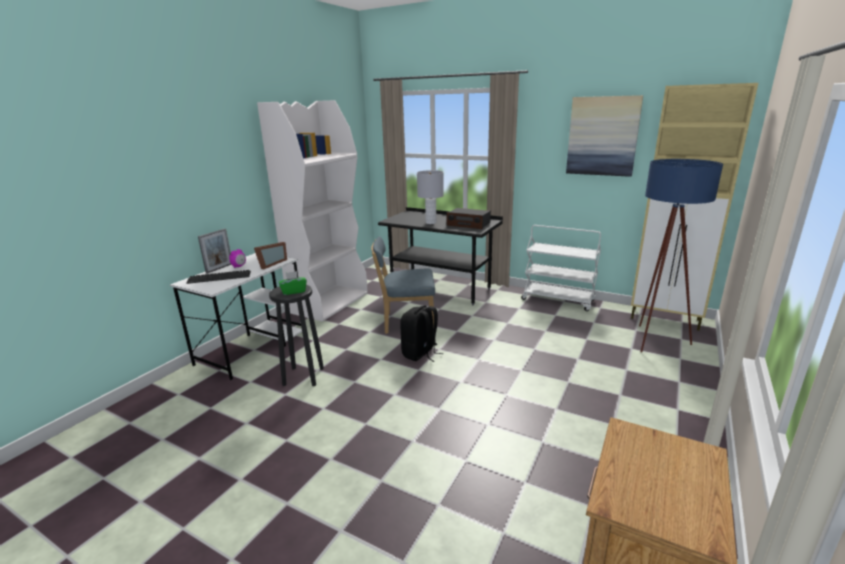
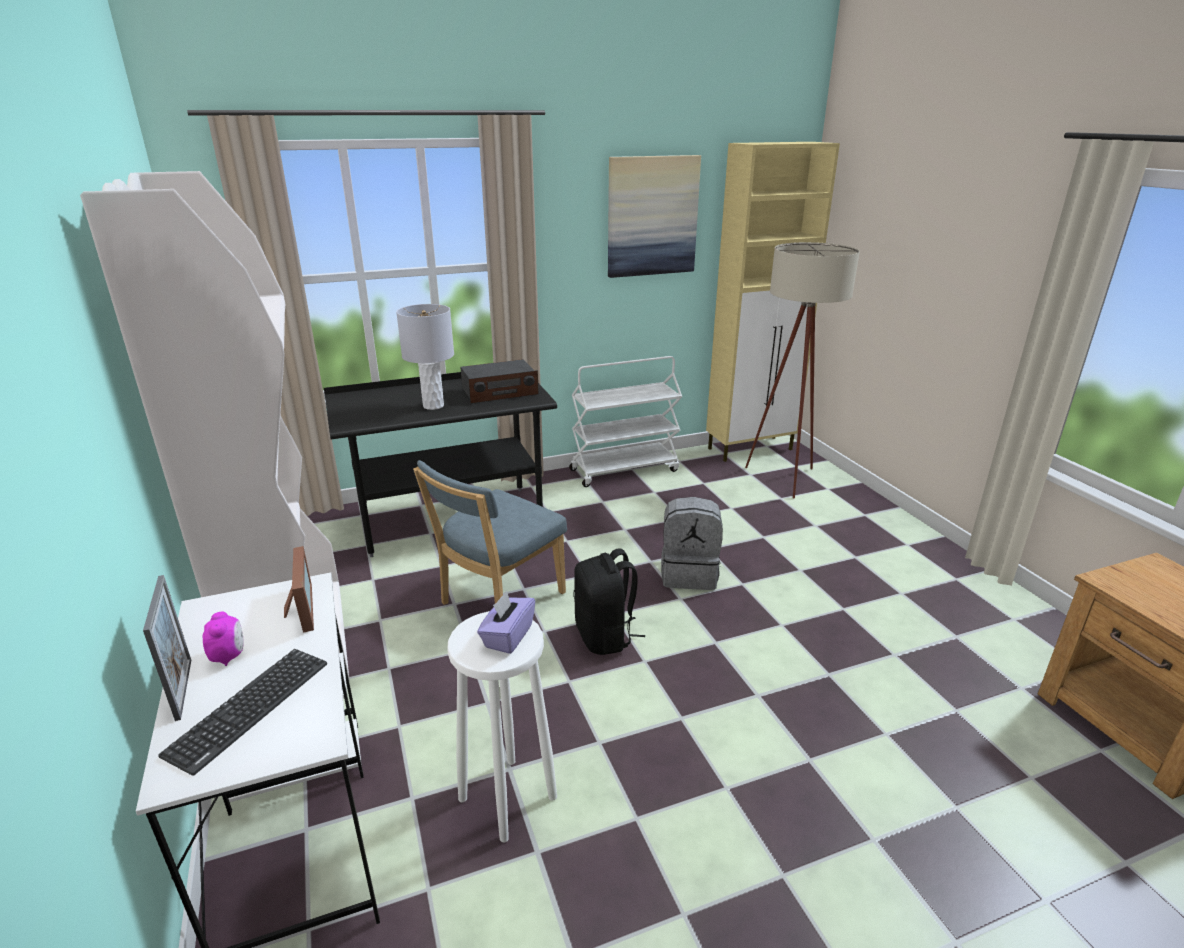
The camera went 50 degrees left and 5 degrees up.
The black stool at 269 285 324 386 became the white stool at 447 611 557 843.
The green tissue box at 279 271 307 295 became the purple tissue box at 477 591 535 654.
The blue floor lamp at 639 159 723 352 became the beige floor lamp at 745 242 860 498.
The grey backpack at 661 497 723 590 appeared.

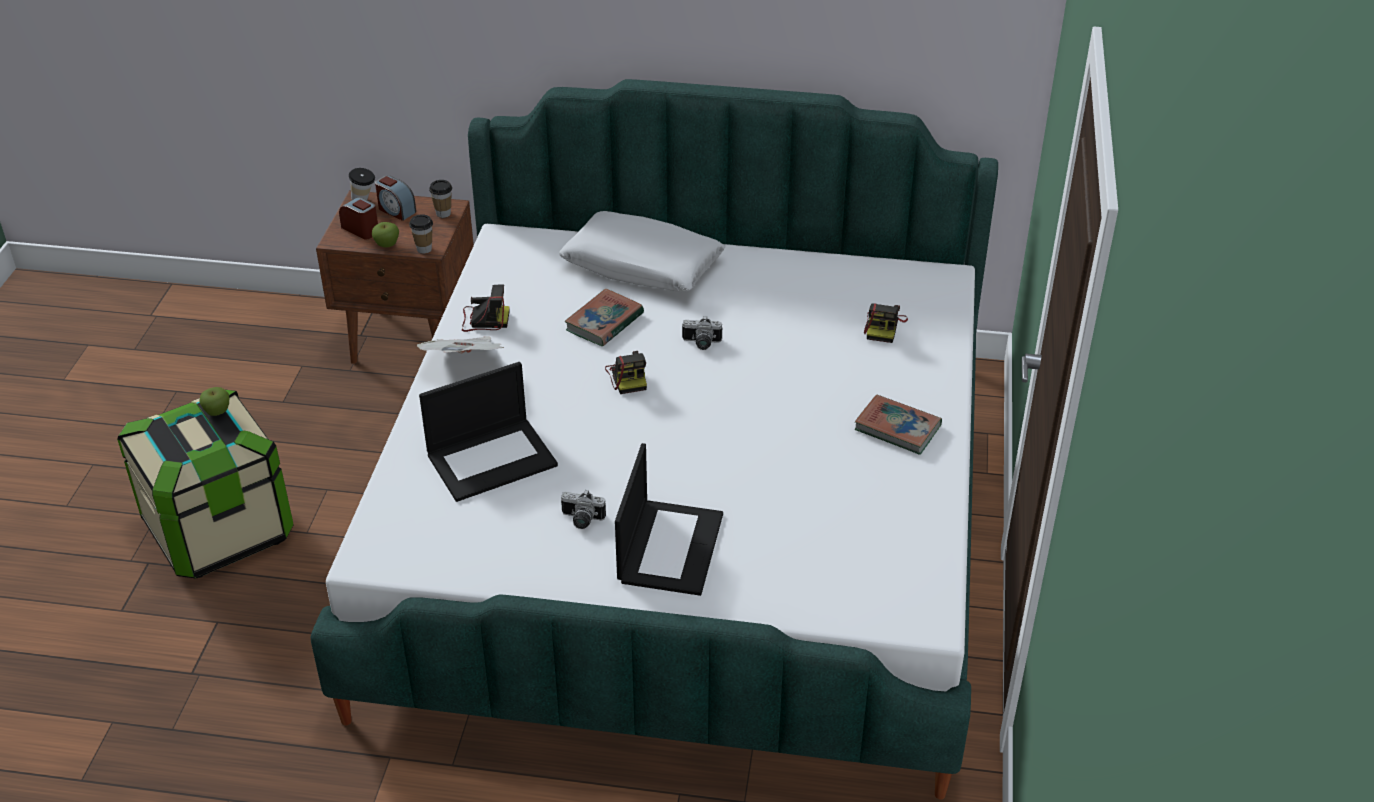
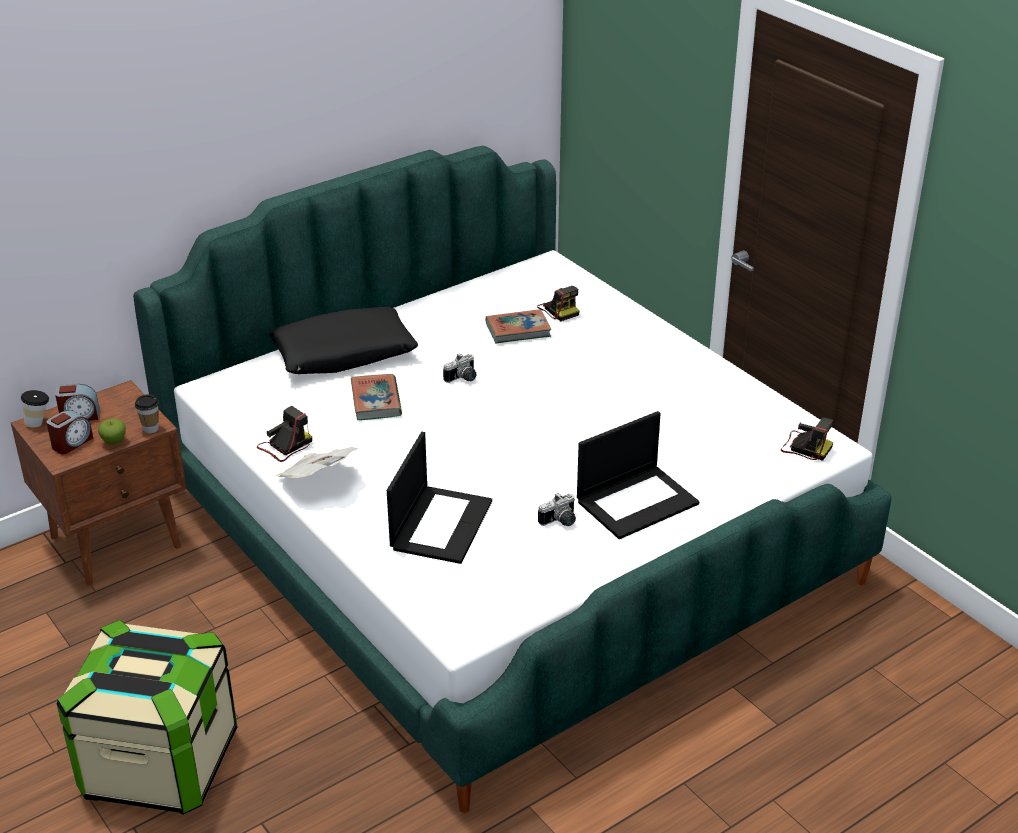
The camera went 45 degrees left and 5 degrees down.
The apple at 199 387 229 416 disappeared.
The alarm clock at 339 197 378 239 turned 135 degrees clockwise.
The cup at 429 180 452 218 disappeared.
The white pillow at 559 211 725 292 became the black pillow at 269 307 418 374.
The photo camera moved from 605 351 647 394 to 781 417 833 461.
The laptop at 615 443 723 596 turned 90 degrees clockwise.
The book moved from 855 394 942 455 to 486 309 551 343.

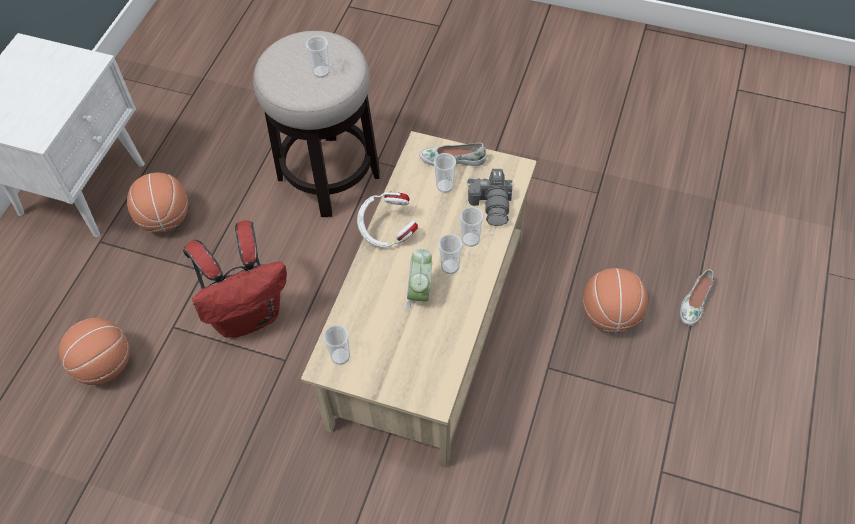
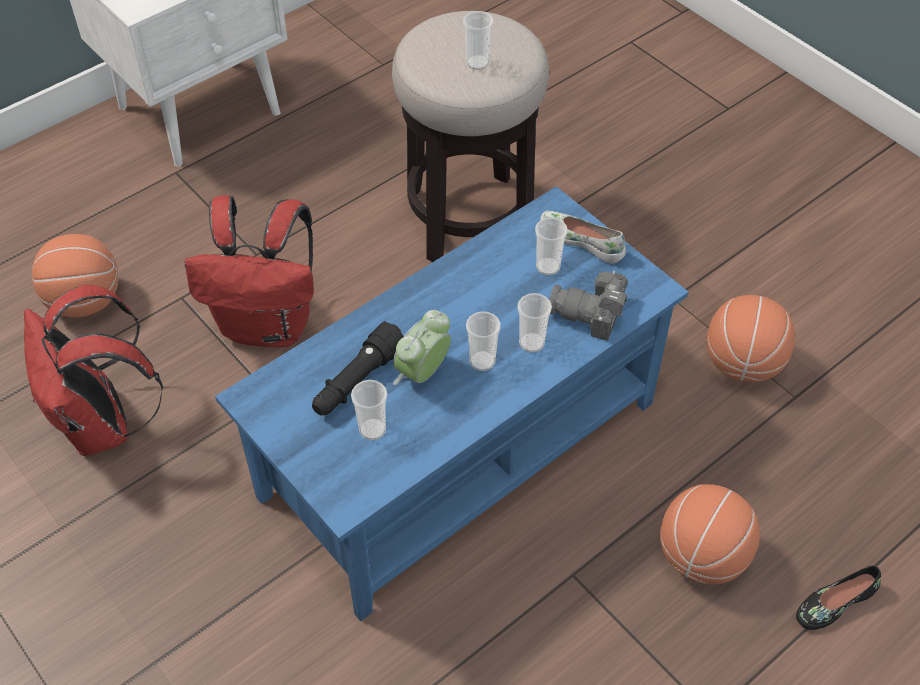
The camera went 30 degrees right and 5 degrees down.
The basketball moved from 127 173 188 232 to 707 295 795 382.
The beige coffee table at 301 131 537 468 became the blue coffee table at 215 186 688 621.
The cup moved from 323 325 350 365 to 351 380 387 441.
The white headphones at 357 192 418 247 disappeared.
The photo camera at 468 169 514 226 turned 75 degrees clockwise.
The white shoe at 680 270 714 326 became the black shoe at 796 565 881 630.
The red backpack at 24 284 163 456 appeared.
The black flashlight at 312 321 404 415 appeared.

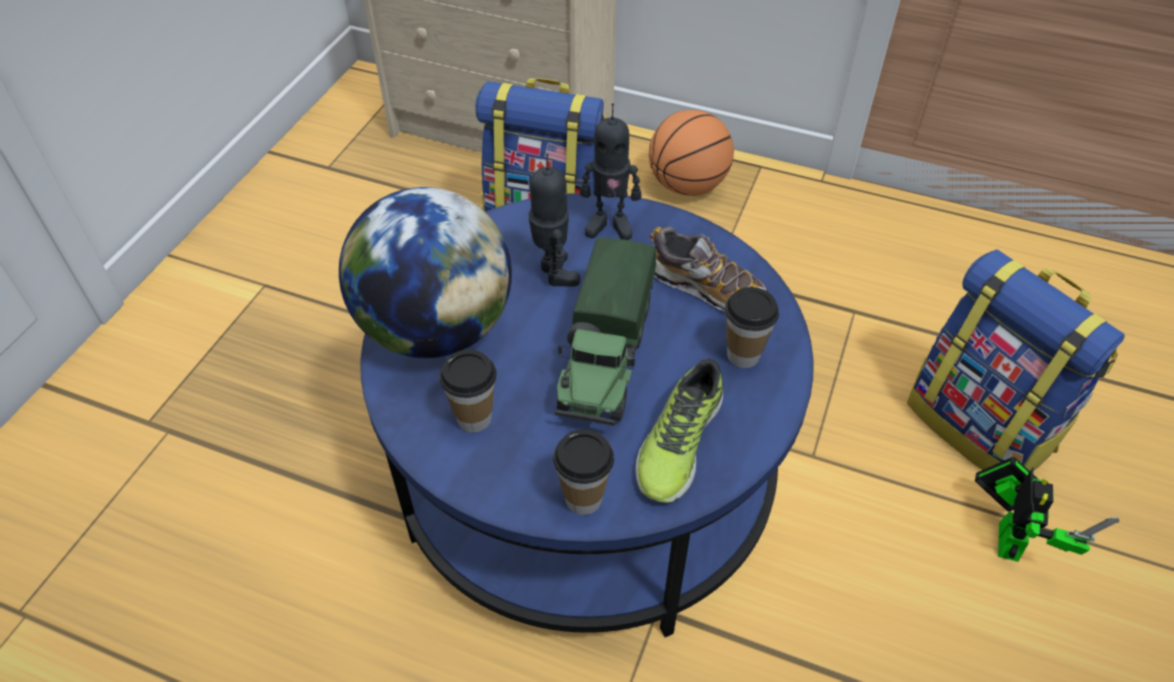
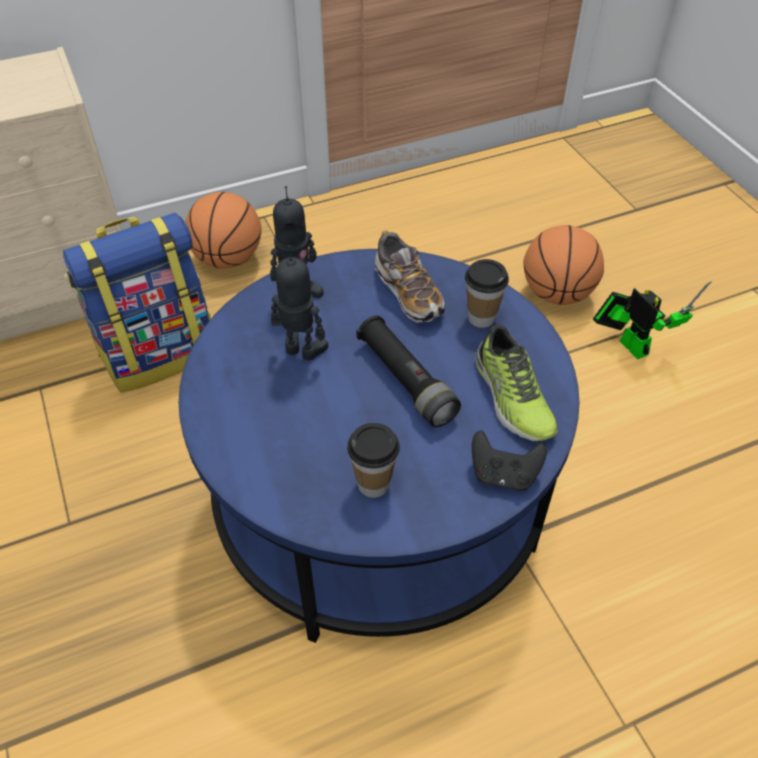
The camera went 45 degrees left and 0 degrees up.
The globe at 339 187 512 358 disappeared.
The cup at 553 429 614 515 was replaced by the black game controller at 472 430 547 491.
The toy truck at 555 237 656 426 was replaced by the black flashlight at 356 315 461 427.
The shoe at 650 227 768 312 turned 75 degrees clockwise.
The backpack at 907 250 1125 471 was replaced by the basketball at 524 225 604 305.

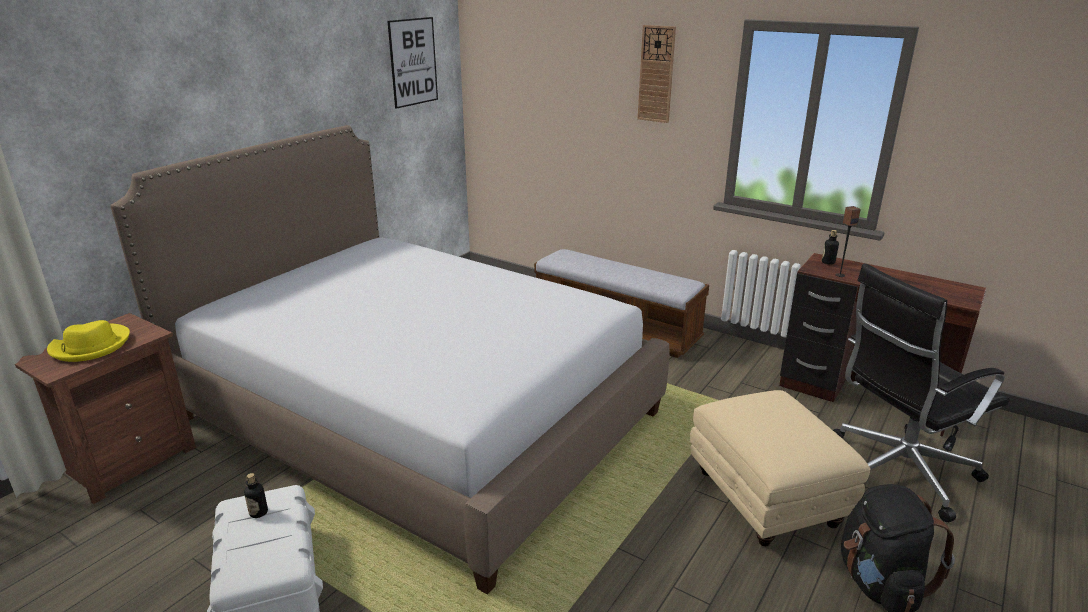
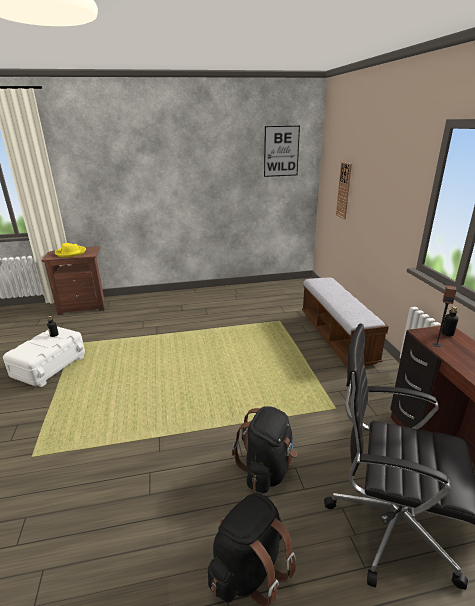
The camera went 45 degrees right and 0 degrees up.
The bed at 110 125 670 595 disappeared.
The wall clock moved from 638 25 676 123 to 336 162 352 219.
The beige ottoman at 690 390 870 546 was replaced by the black backpack at 232 406 297 493.

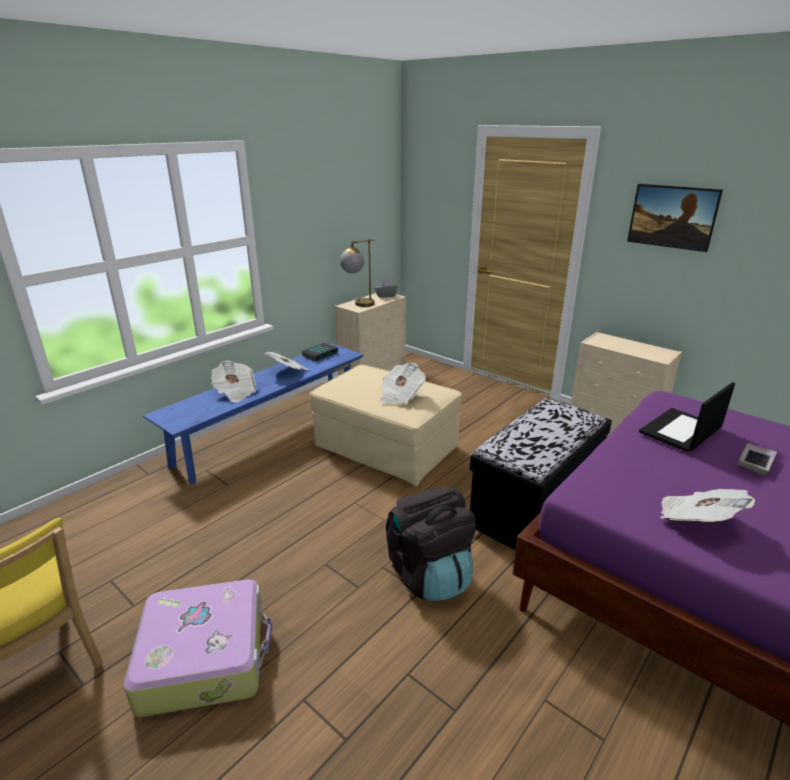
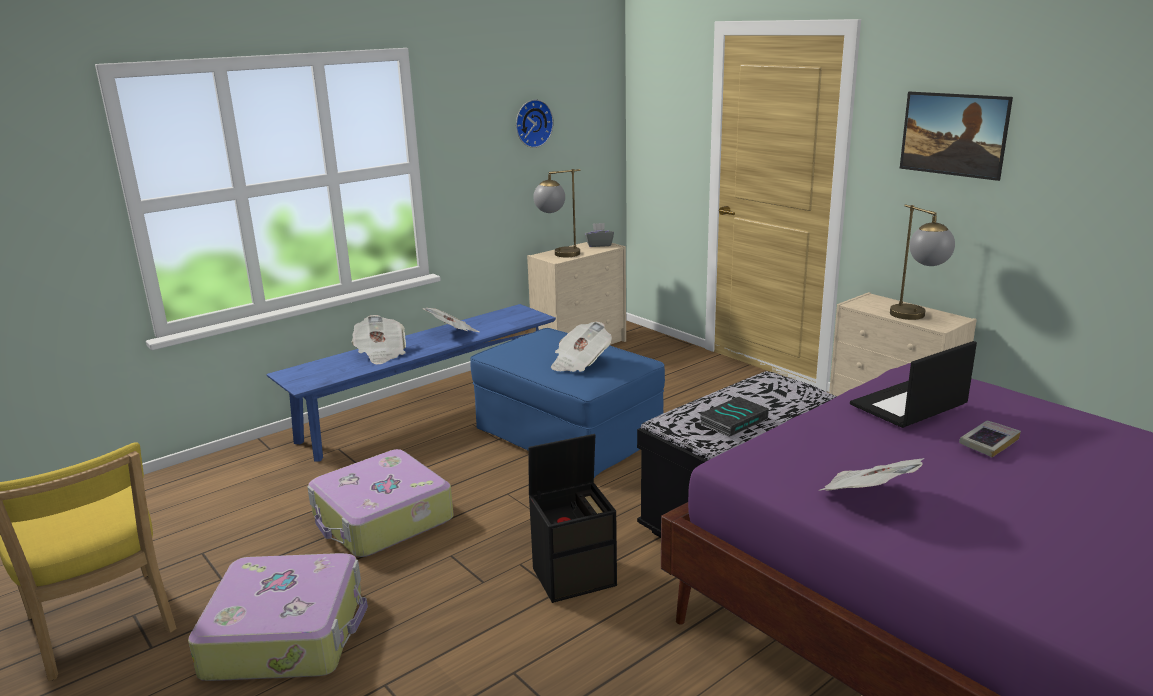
The camera went 10 degrees right and 5 degrees down.
The book moved from 302 342 338 362 to 700 397 769 437.
The beige ottoman at 310 364 462 487 became the blue ottoman at 470 328 665 478.
The black backpack at 386 487 476 601 was replaced by the black storage box at 528 434 617 603.
The suitcase at 307 449 453 557 appeared.
The wall clock at 516 99 554 148 appeared.
The table lamp at 890 204 955 320 appeared.

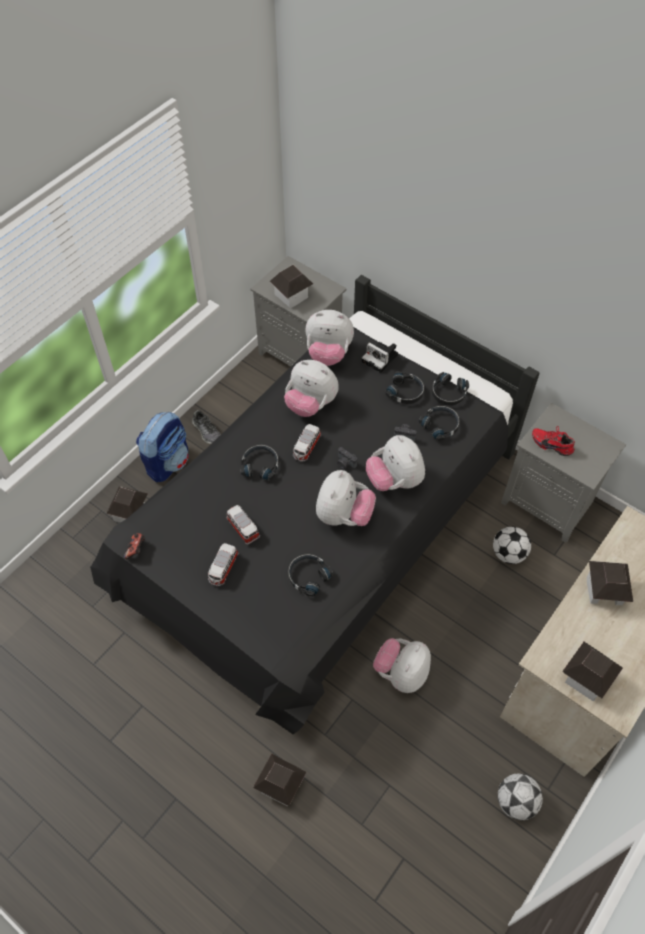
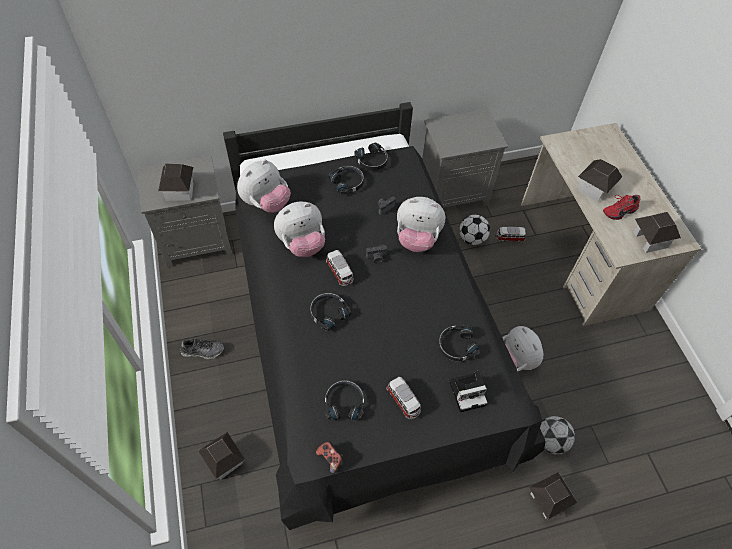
The camera went 55 degrees left and 0 degrees up.
The backpack at 136 412 189 482 disappeared.
The toy car moved from 227 505 260 545 to 495 227 526 242.
The plush toy at 316 470 376 526 disappeared.
The photo camera moved from 362 342 398 373 to 449 371 487 412.
The black headphones moved from 419 406 460 441 to 325 380 364 420.
The football moved from 498 773 543 820 to 540 416 575 455.
The red shoe moved from 532 426 575 456 to 603 195 641 220.

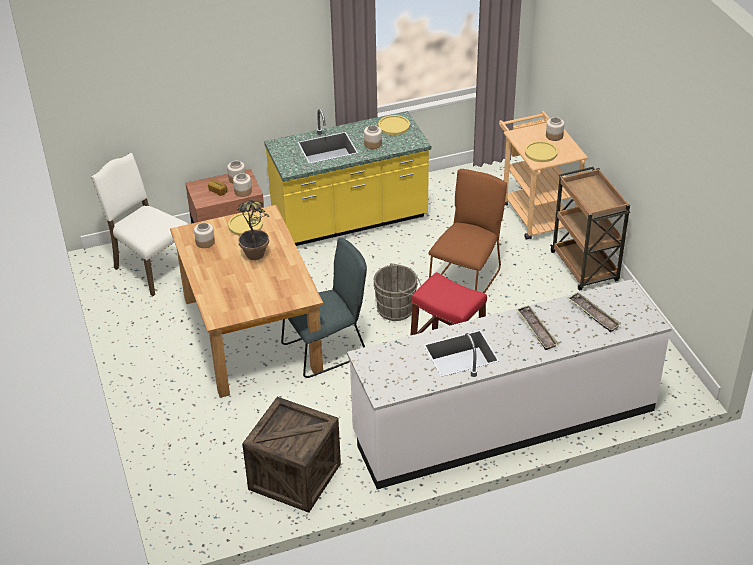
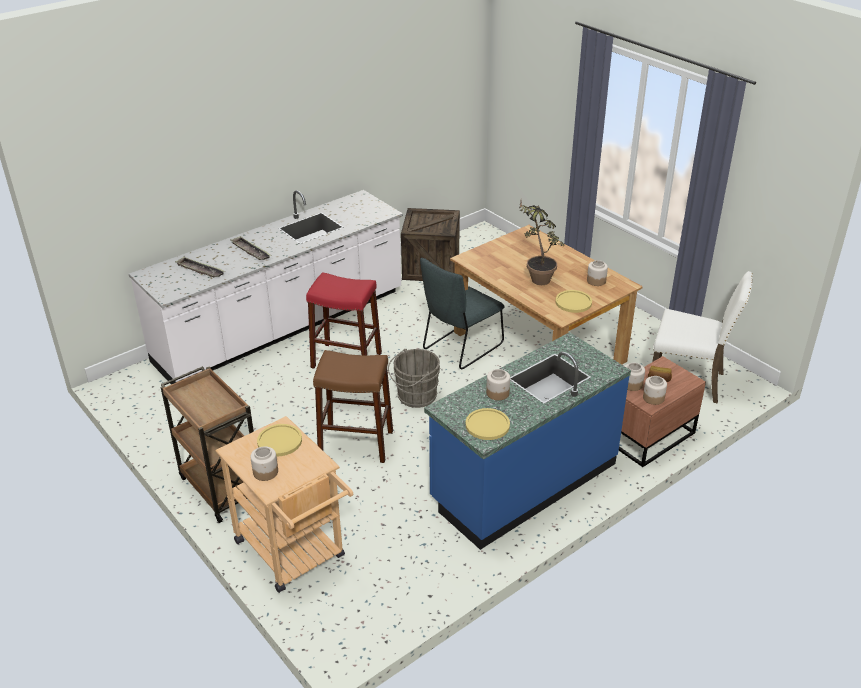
The camera went 160 degrees right and 5 degrees down.
The yellow counter at 264 109 431 246 became the blue counter at 424 332 631 550.
The brown chair at 428 169 507 293 was replaced by the brown stool at 313 350 393 463.

